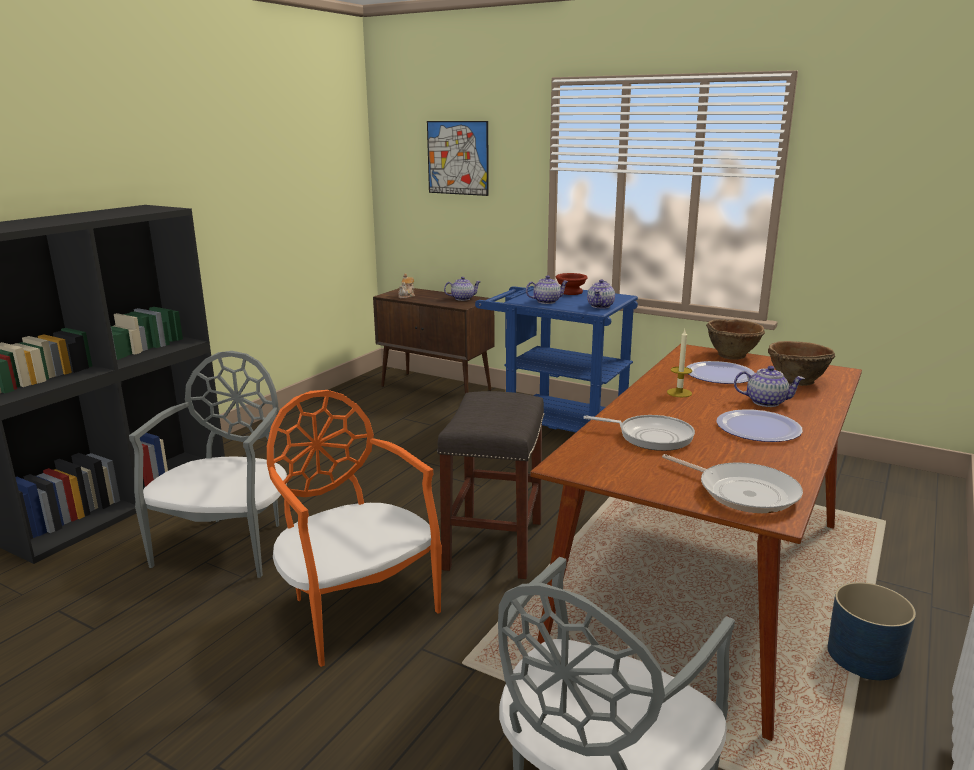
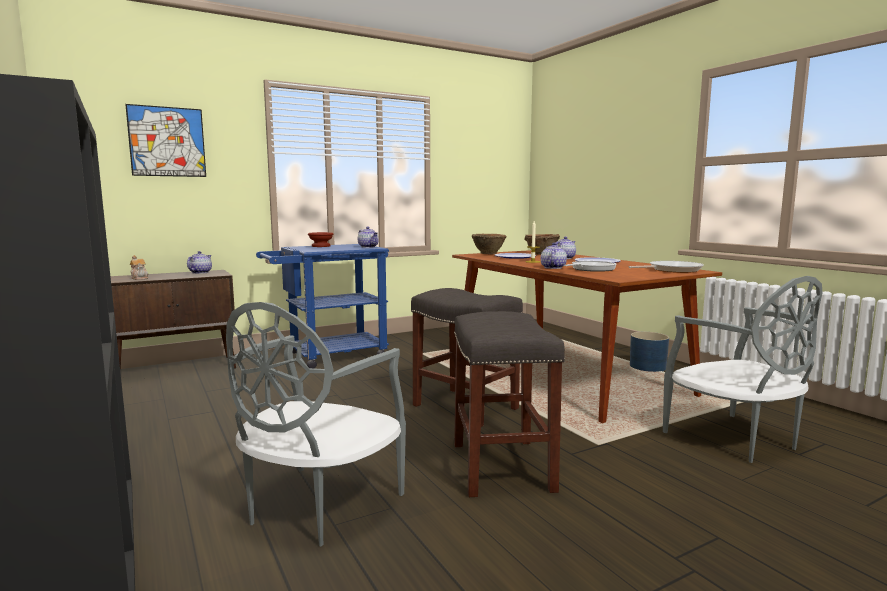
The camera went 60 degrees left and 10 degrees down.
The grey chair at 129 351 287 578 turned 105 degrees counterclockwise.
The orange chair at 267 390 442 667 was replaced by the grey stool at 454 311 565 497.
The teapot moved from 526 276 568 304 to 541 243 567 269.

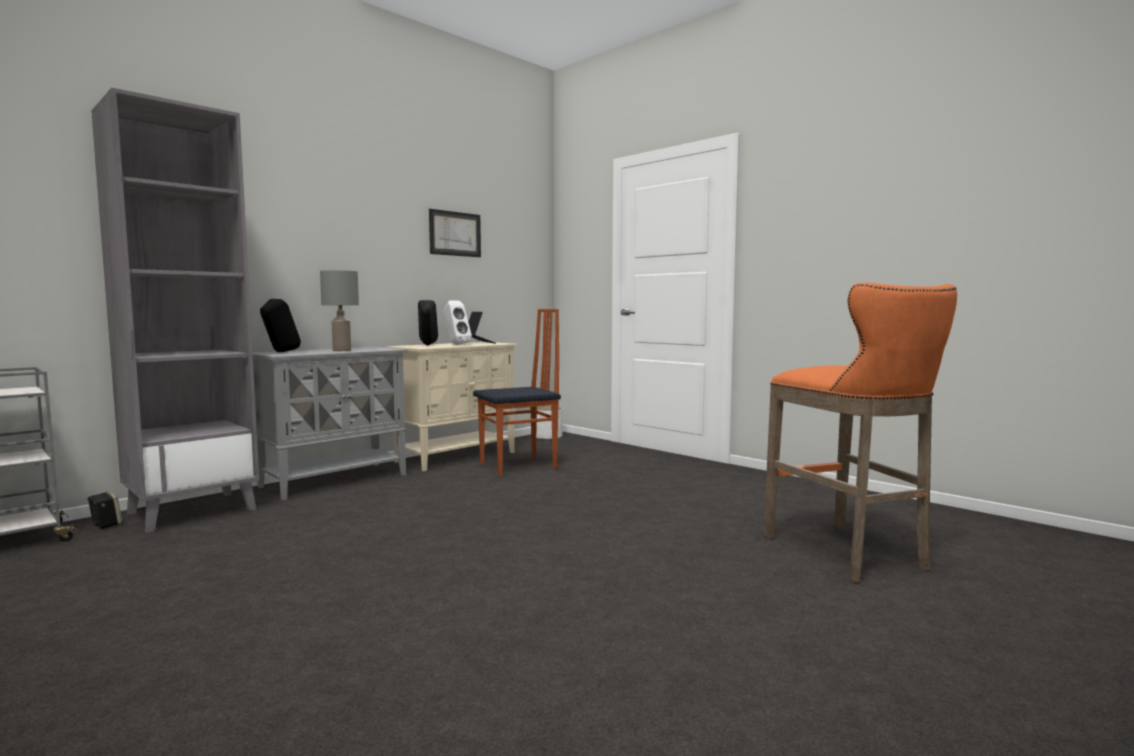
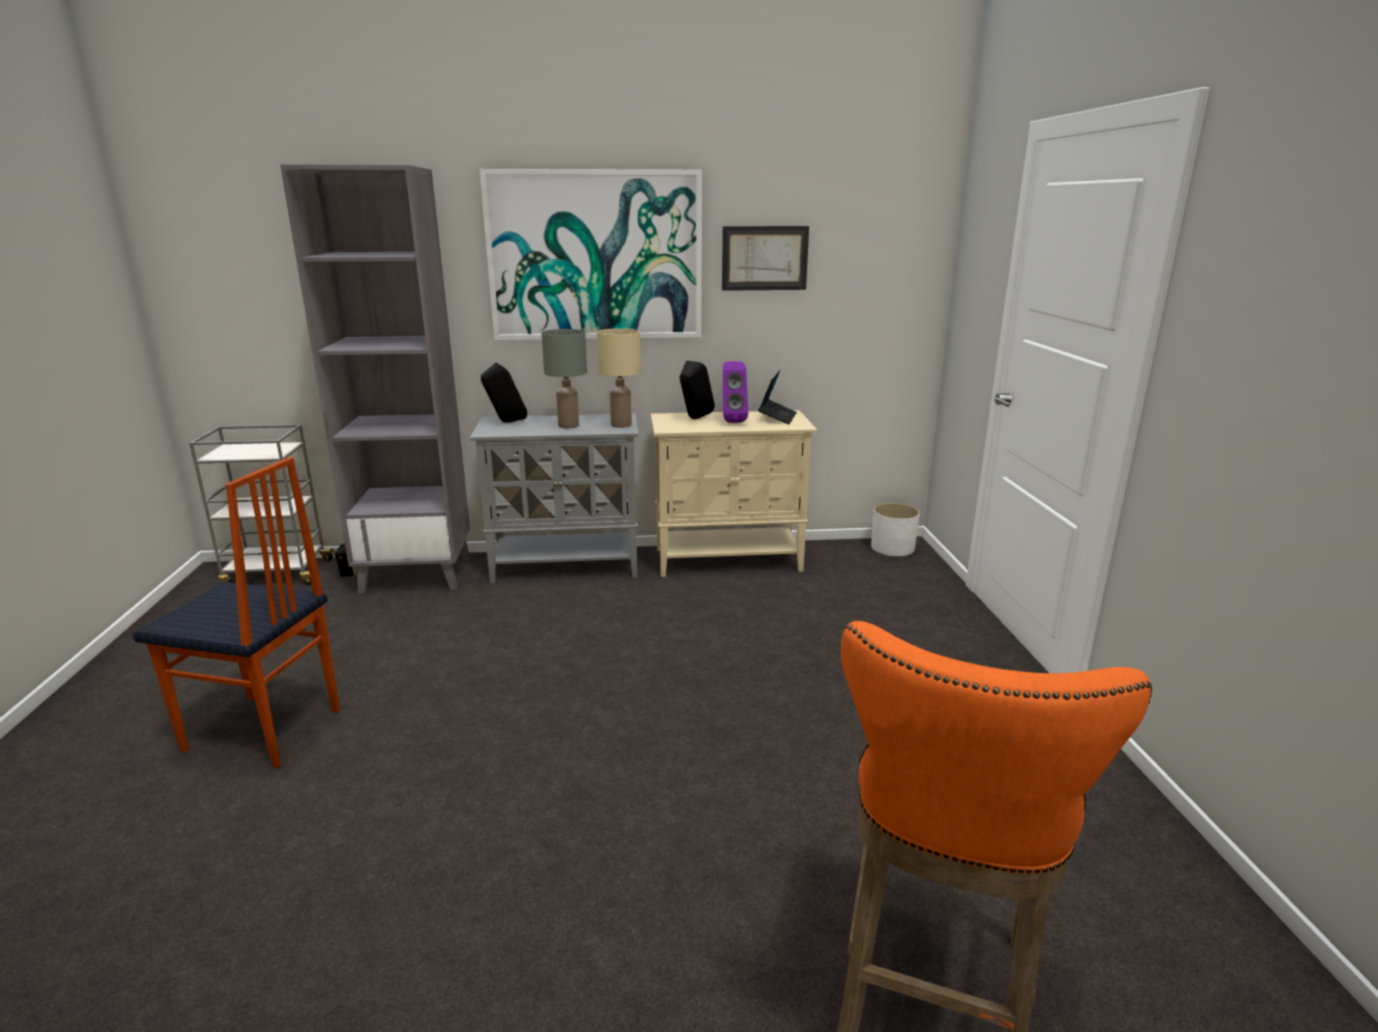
The camera went 40 degrees right and 15 degrees up.
The white speaker at 444 300 472 345 became the purple speaker at 723 361 748 423.
The chair moved from 473 309 561 476 to 132 457 340 768.
The picture at 479 169 702 340 appeared.
The beige table lamp at 597 328 641 428 appeared.

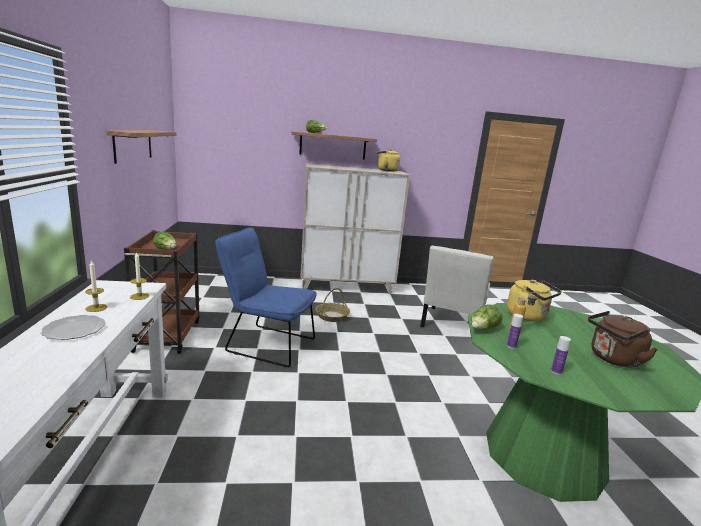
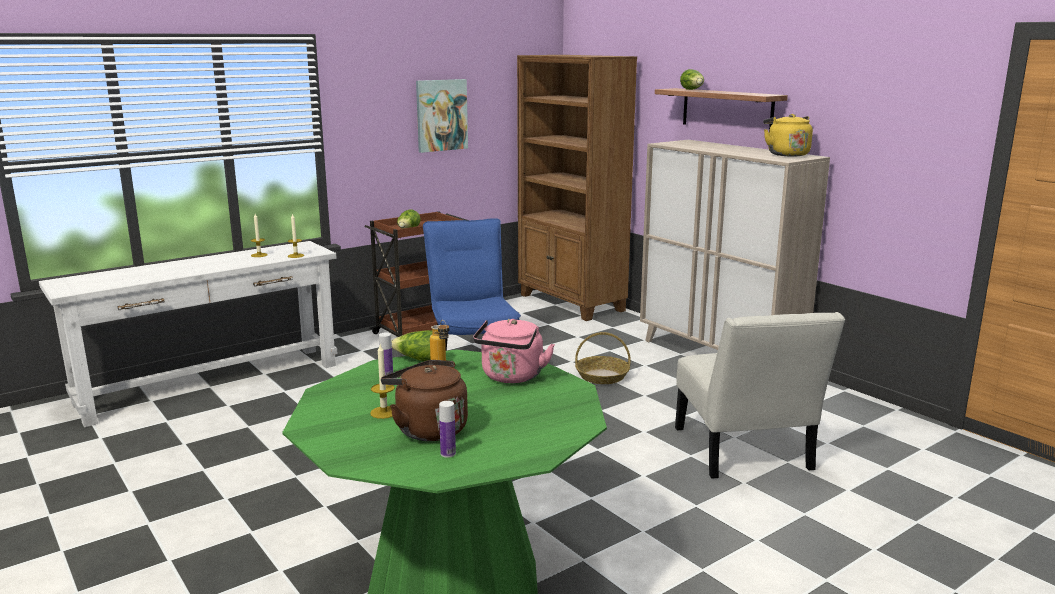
The camera went 60 degrees right and 0 degrees up.
The plate at 41 315 105 340 disappeared.
The shelf at 106 130 176 164 was replaced by the picture at 416 79 468 153.
The white chair at 420 245 494 327 turned 90 degrees counterclockwise.
The yellow kettle at 507 280 562 321 became the pink kettle at 473 319 555 383.
The bottle moved from 551 336 571 375 to 439 401 456 458.
The candle at 370 345 395 419 appeared.
The brown bookcase at 517 55 637 321 appeared.

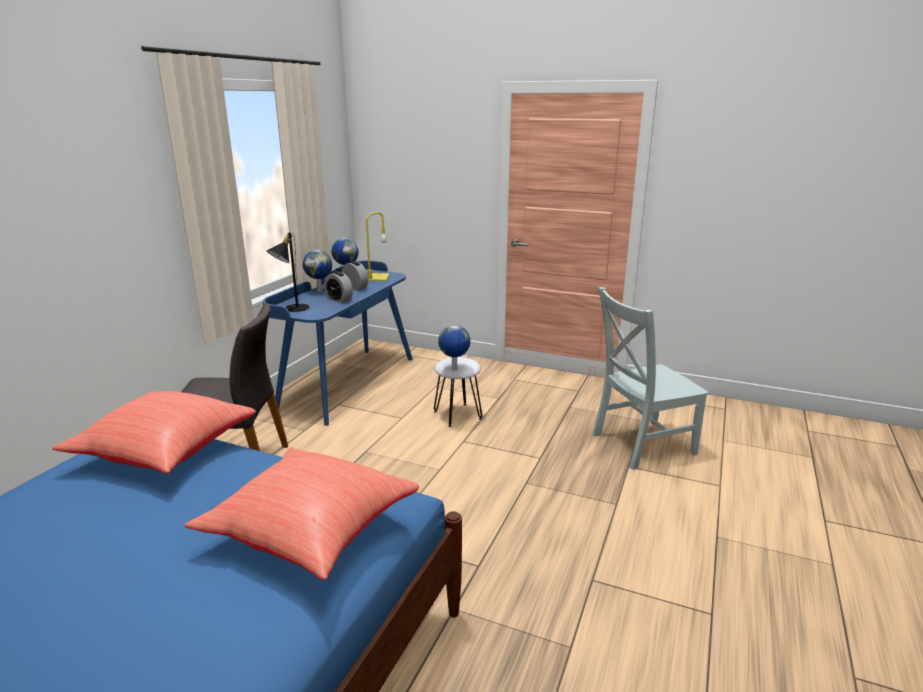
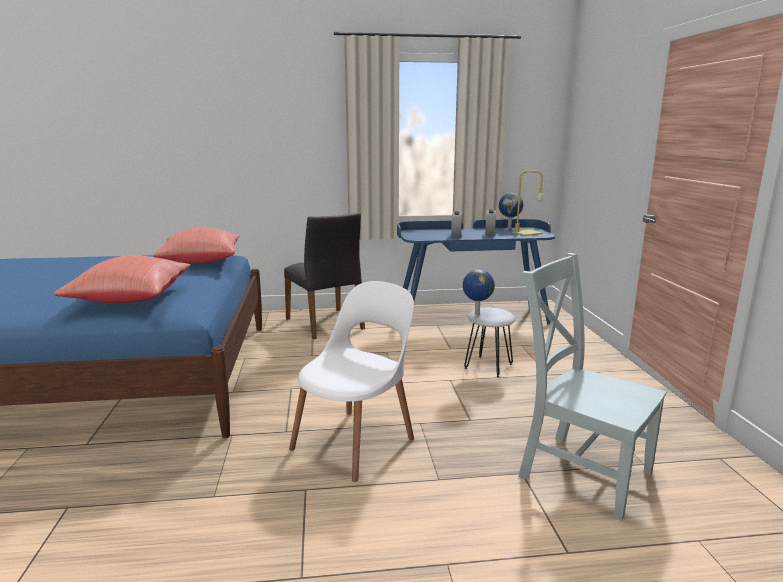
The camera went 60 degrees right and 5 degrees down.
The black table lamp at 267 232 309 312 disappeared.
The globe at 303 250 332 292 disappeared.
The white chair at 289 281 414 482 appeared.

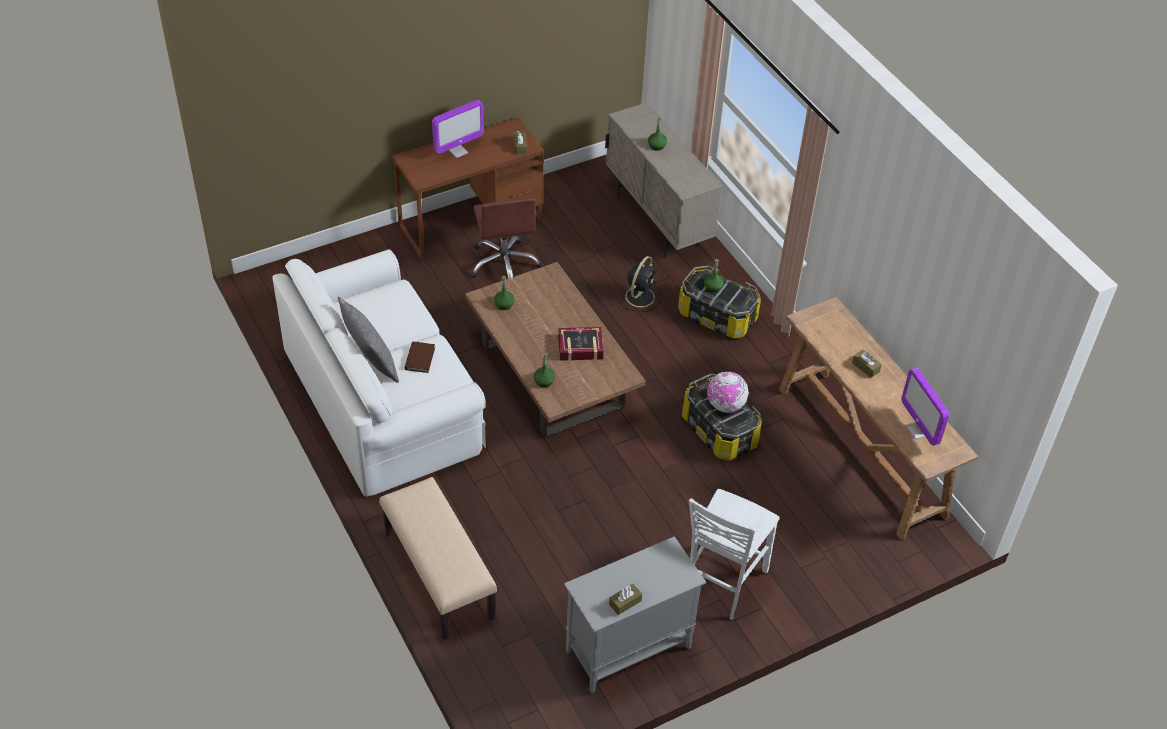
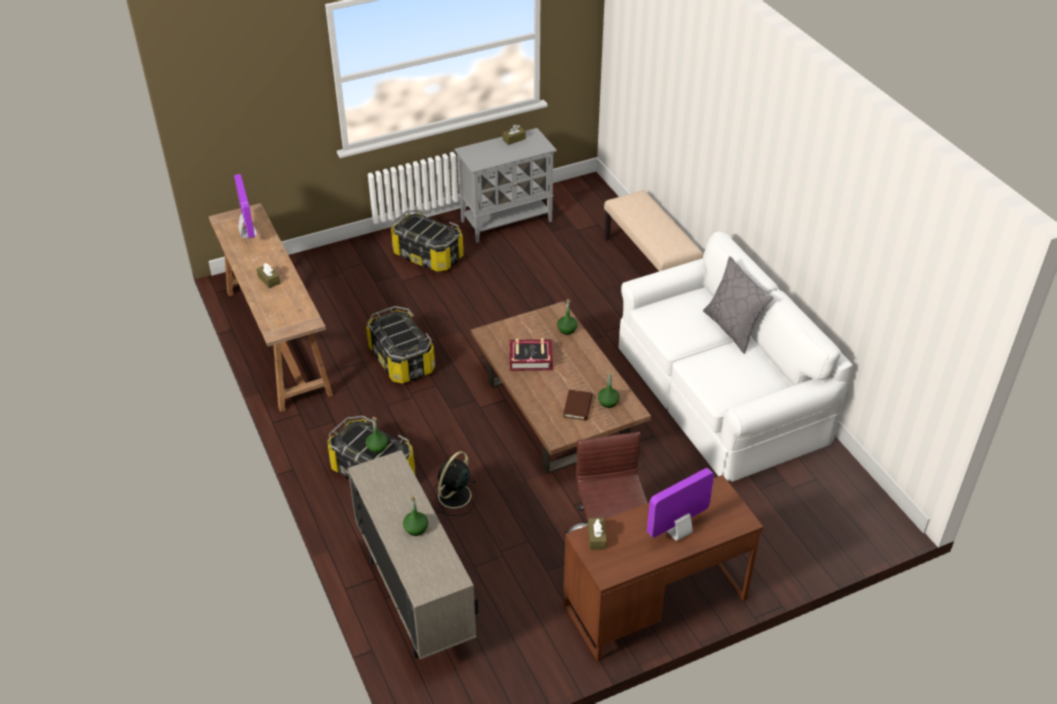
The camera went 175 degrees left and 5 degrees down.
The brown book moved from 405 342 435 373 to 563 390 592 421.
The white chair at 689 489 780 620 was replaced by the storage box at 391 210 464 272.
The globe at 707 372 749 413 disappeared.

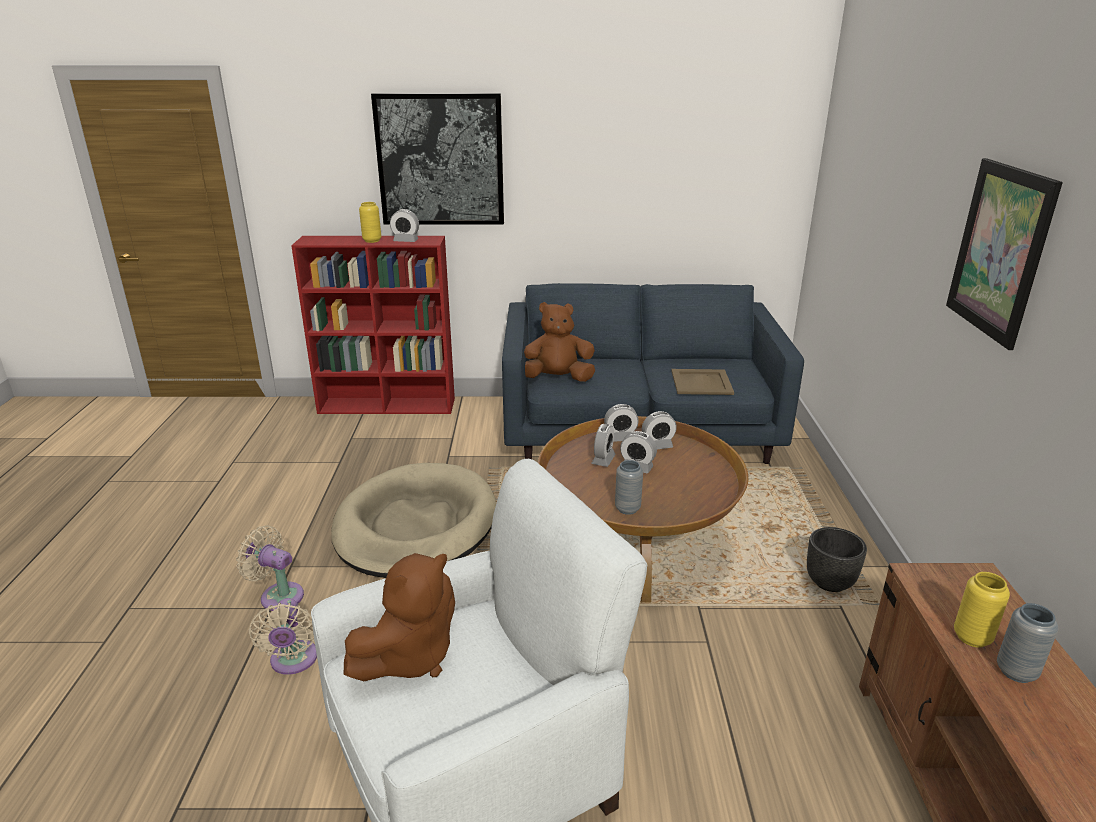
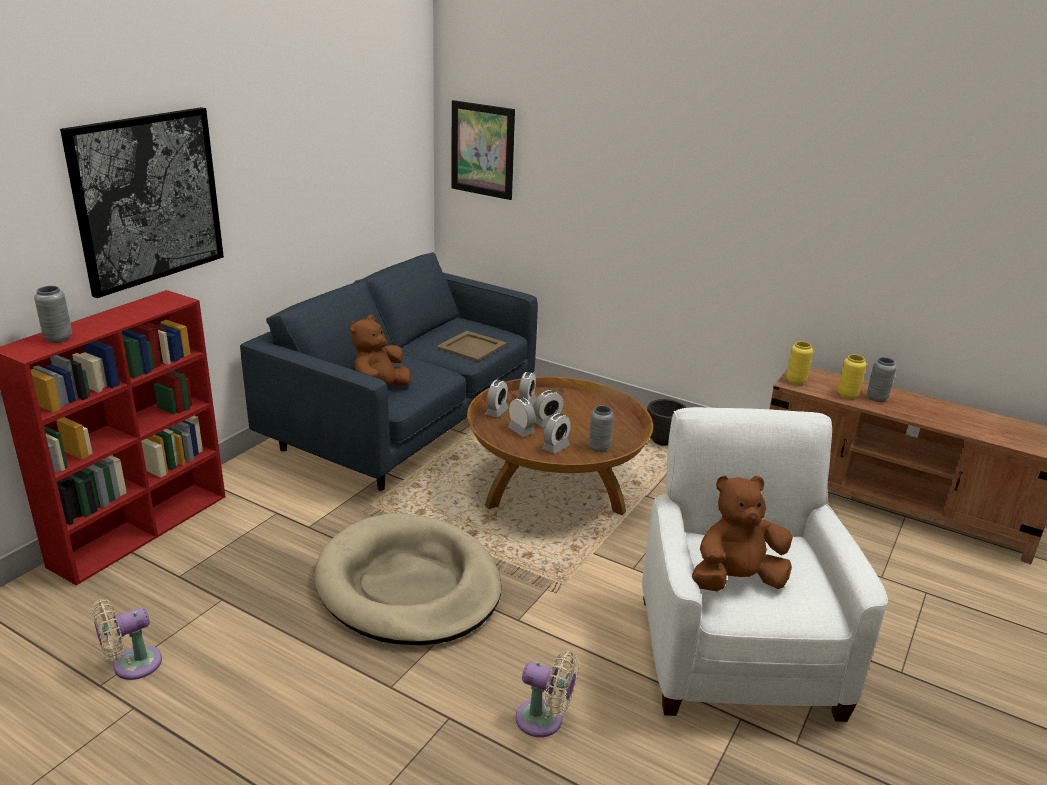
The camera went 60 degrees left and 0 degrees up.
The beige fan moved from 236 526 304 611 to 92 599 162 680.
The brown plush toy at 344 553 455 681 turned 90 degrees counterclockwise.
The yellow vase moved from 359 202 381 243 to 786 341 813 385.
The alarm clock moved from 390 209 419 242 to 542 413 571 454.
The picture moved from 946 158 1063 350 to 451 100 515 200.
The grey vase at 34 286 72 343 appeared.

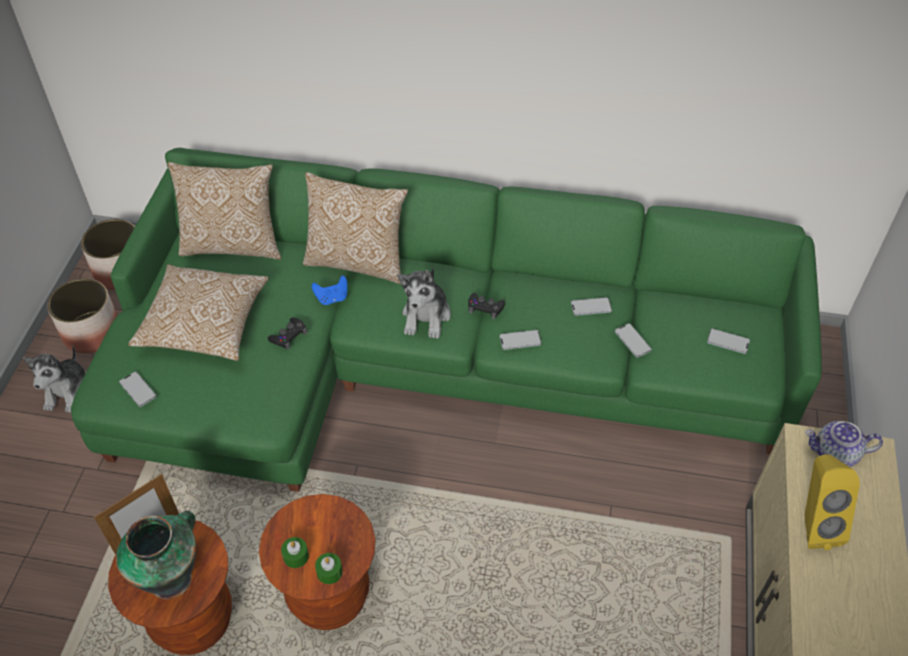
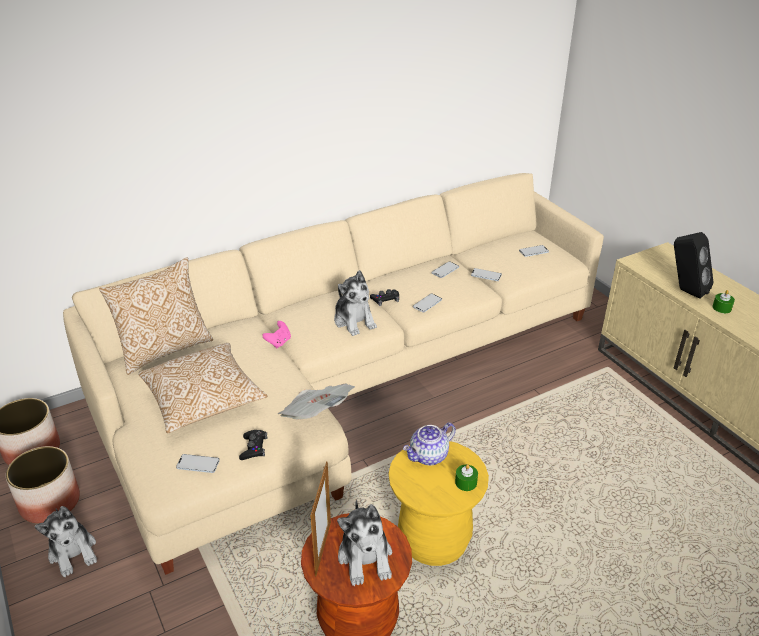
The camera went 40 degrees left and 15 degrees down.
The green sofa at 71 148 822 492 became the beige sofa at 63 173 604 575.
The vase at 116 511 196 599 was replaced by the plush toy at 337 500 392 586.
The brown stool at 259 494 376 630 became the yellow stool at 389 441 489 566.
The black game controller moved from 268 318 307 349 to 239 430 268 460.
The green candle moved from 281 537 309 568 to 712 290 735 313.
The pillow at 303 172 408 284 disappeared.
The blue game controller at 312 275 348 305 became the pink game controller at 262 321 291 348.
The yellow speaker at 804 454 860 550 became the black speaker at 674 232 714 299.
The teapot moved from 806 421 883 467 to 403 422 456 465.
The newspaper at 278 384 355 420 appeared.

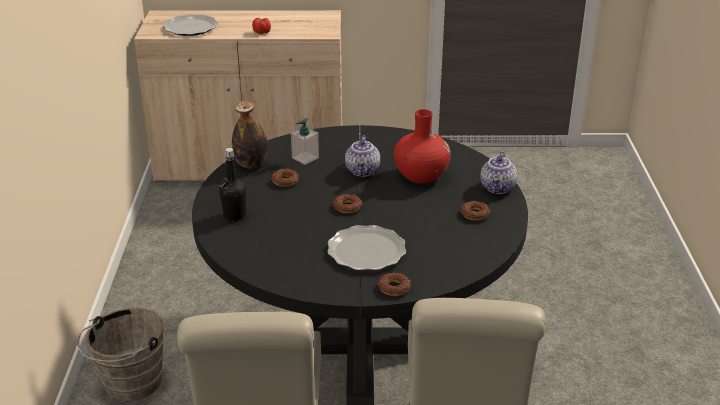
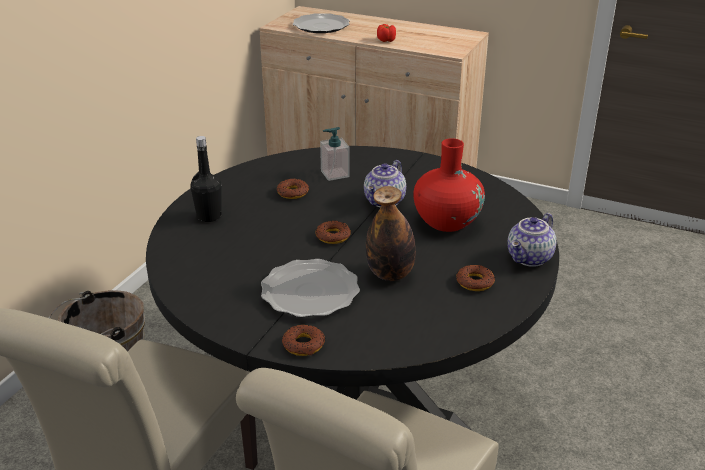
The camera went 25 degrees right and 0 degrees up.
The bottle moved from 232 101 268 168 to 366 186 416 281.

